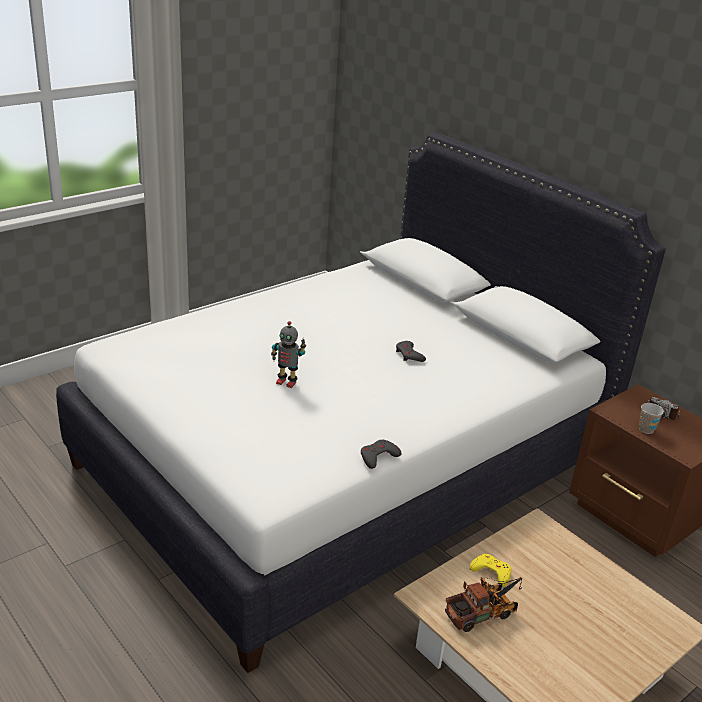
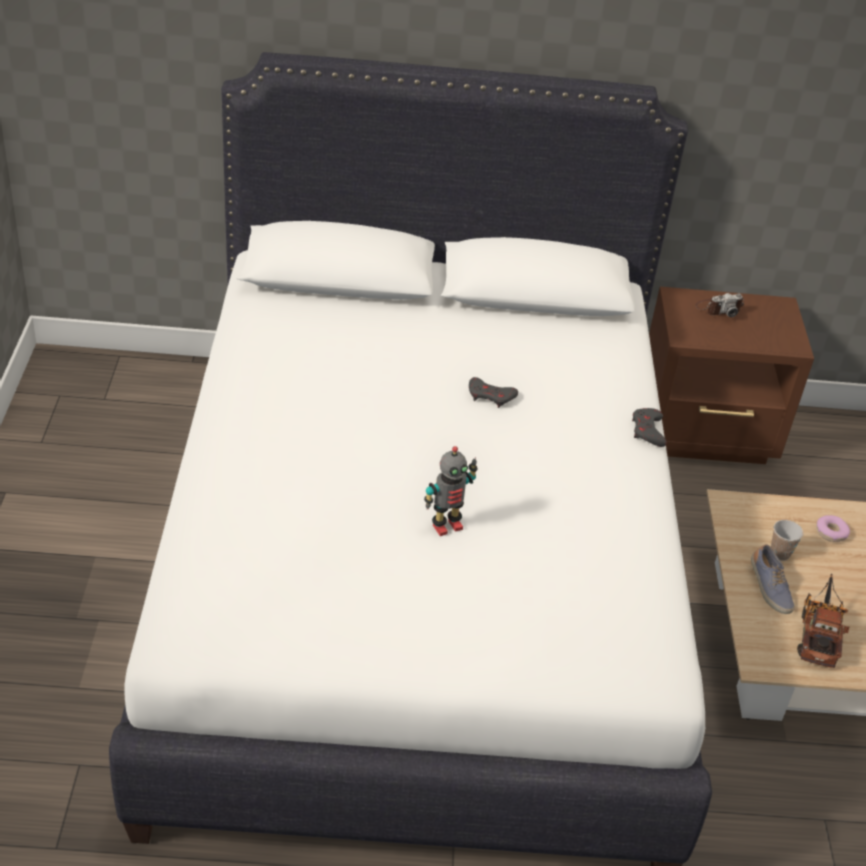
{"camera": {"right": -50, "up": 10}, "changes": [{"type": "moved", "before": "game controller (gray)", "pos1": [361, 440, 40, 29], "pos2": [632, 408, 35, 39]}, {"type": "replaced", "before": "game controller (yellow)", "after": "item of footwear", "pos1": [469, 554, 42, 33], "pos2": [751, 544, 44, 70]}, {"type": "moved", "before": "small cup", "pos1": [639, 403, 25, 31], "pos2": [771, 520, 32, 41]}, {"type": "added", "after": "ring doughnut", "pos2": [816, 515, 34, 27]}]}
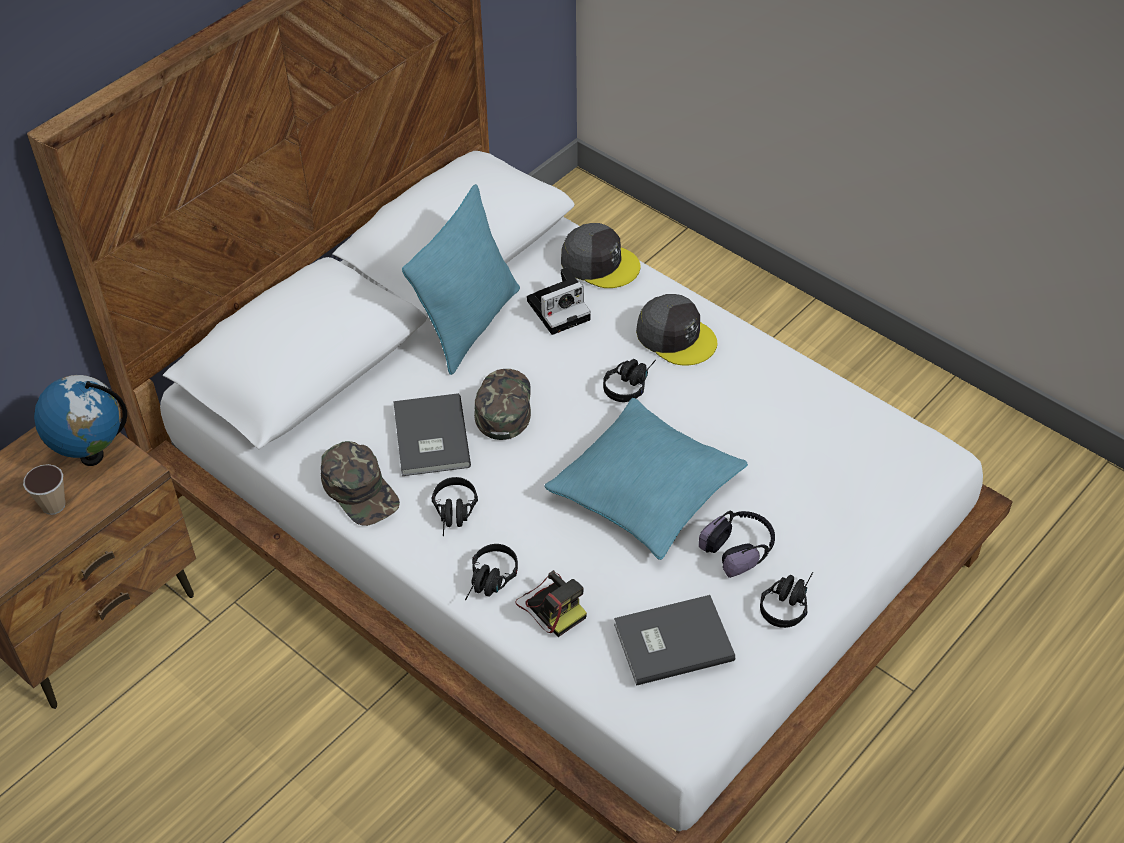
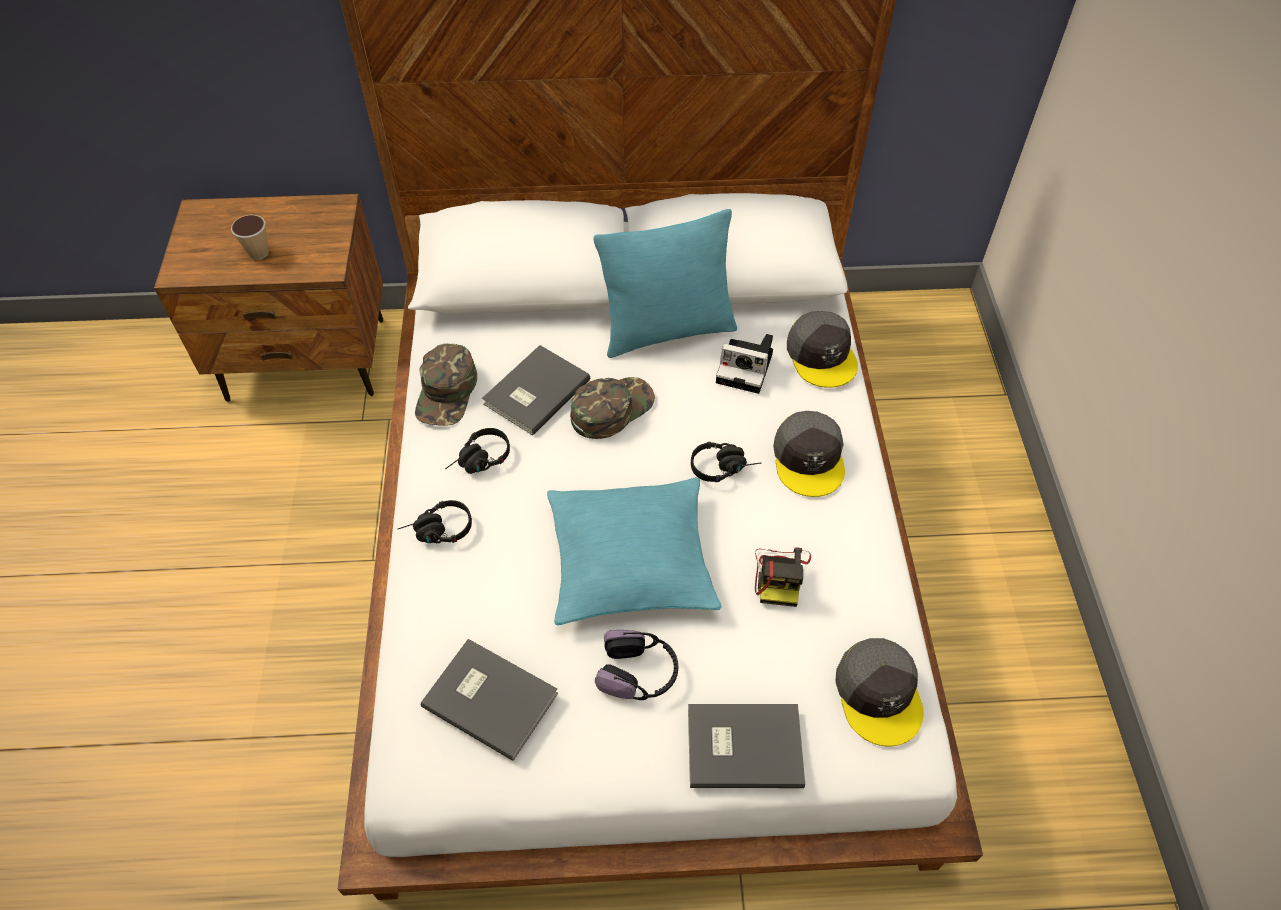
{"camera": {"right": 45, "up": 5}, "changes": [{"type": "added", "after": "volume (gray)", "pos2": [688, 704, 117, 84]}, {"type": "moved", "before": "photo camera", "pos1": [515, 570, 72, 67], "pos2": [755, 547, 56, 60]}, {"type": "added", "after": "baseball cap (gray)", "pos2": [835, 638, 89, 108]}, {"type": "removed", "before": "globe", "pos1": [34, 375, 93, 91]}, {"type": "removed", "before": "pair of headphones (black-coloured)", "pos1": [760, 572, 53, 56]}]}
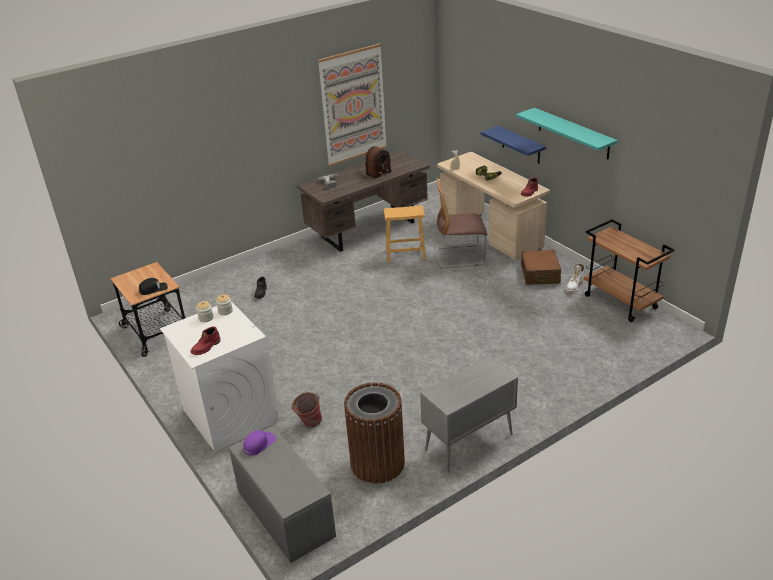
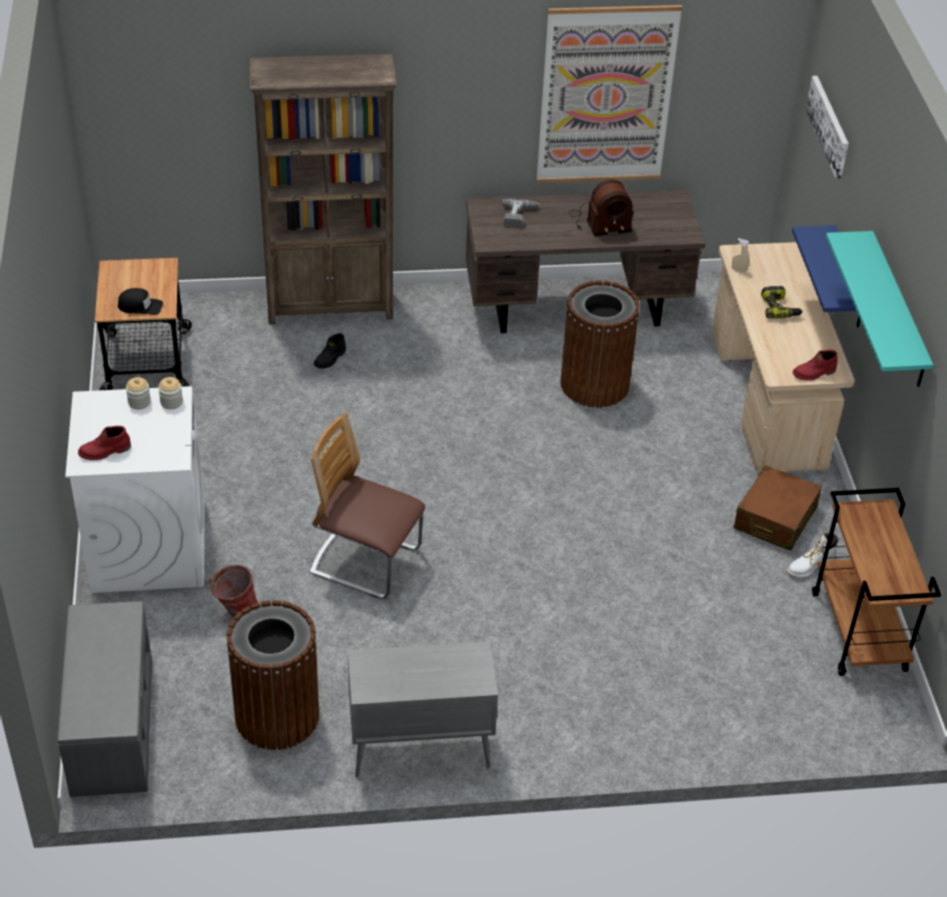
{"camera": {"right": 25, "up": 10}, "changes": [{"type": "added", "after": "bookshelf (brownish)", "pos2": [249, 54, 149, 270]}, {"type": "moved", "before": "chair", "pos1": [435, 178, 53, 91], "pos2": [310, 413, 115, 186]}, {"type": "replaced", "before": "stool (brownish)", "after": "trash can (brownish)", "pos1": [384, 205, 42, 58], "pos2": [561, 280, 79, 128]}, {"type": "added", "after": "wall picture", "pos2": [806, 76, 43, 103]}, {"type": "removed", "before": "baseball cap (purple)", "pos1": [243, 430, 33, 26]}]}
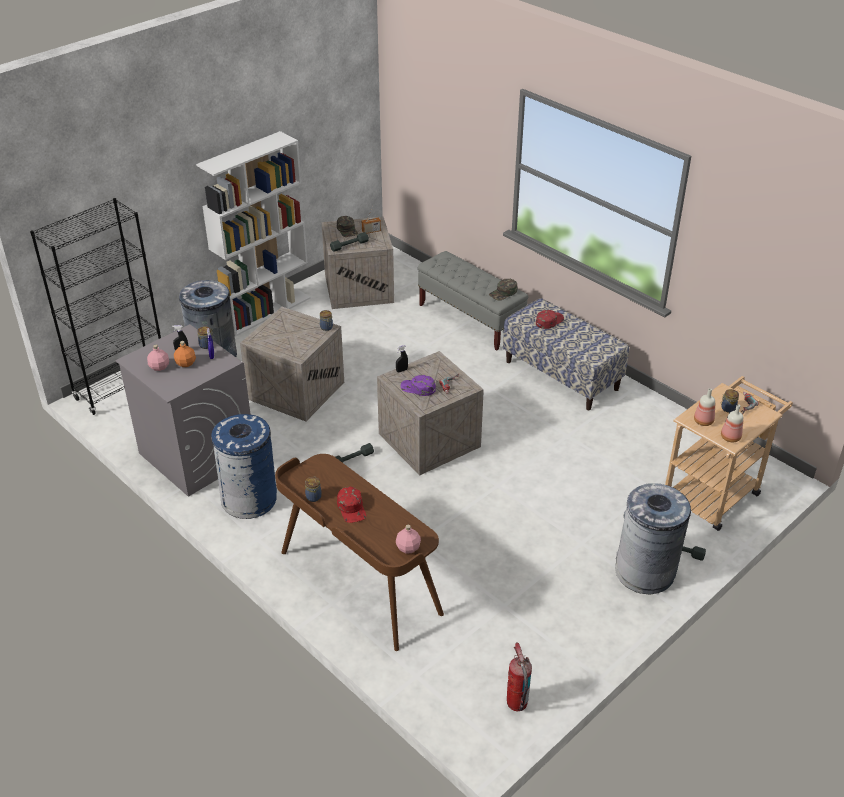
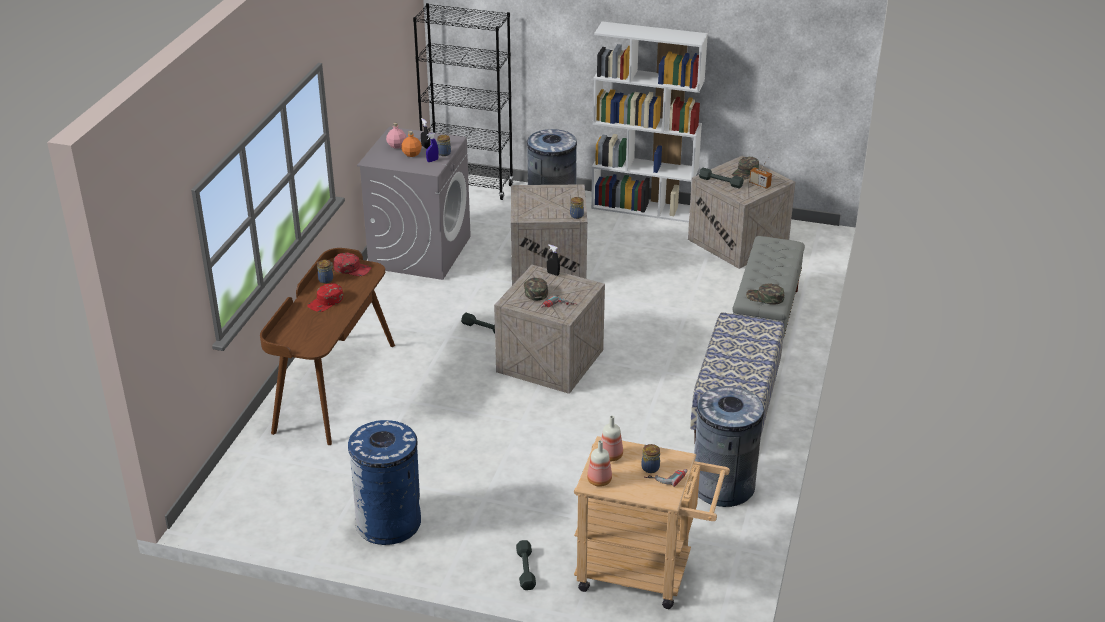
{"camera": {"right": 60, "up": -5}, "changes": [{"type": "moved", "before": "baseball cap (reddish)", "pos1": [536, 310, 28, 19], "pos2": [334, 253, 37, 23]}, {"type": "moved", "before": "trash can (blue)", "pos1": [211, 414, 66, 105], "pos2": [348, 420, 73, 125]}, {"type": "recoloured", "before": "baseball cap (purple)", "after": "baseball cap (greenish)", "pos1": [401, 375, 35, 21], "pos2": [524, 278, 24, 23]}, {"type": "moved", "before": "trash can (gray)", "pos1": [615, 483, 76, 111], "pos2": [694, 386, 70, 121]}, {"type": "removed", "before": "drink bottle (pink-coloured)", "pos1": [396, 525, 25, 29]}, {"type": "removed", "before": "extinguisher", "pos1": [507, 642, 25, 69]}]}
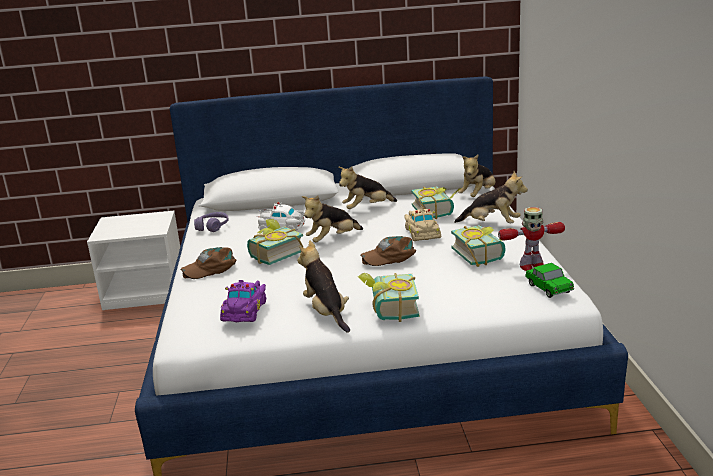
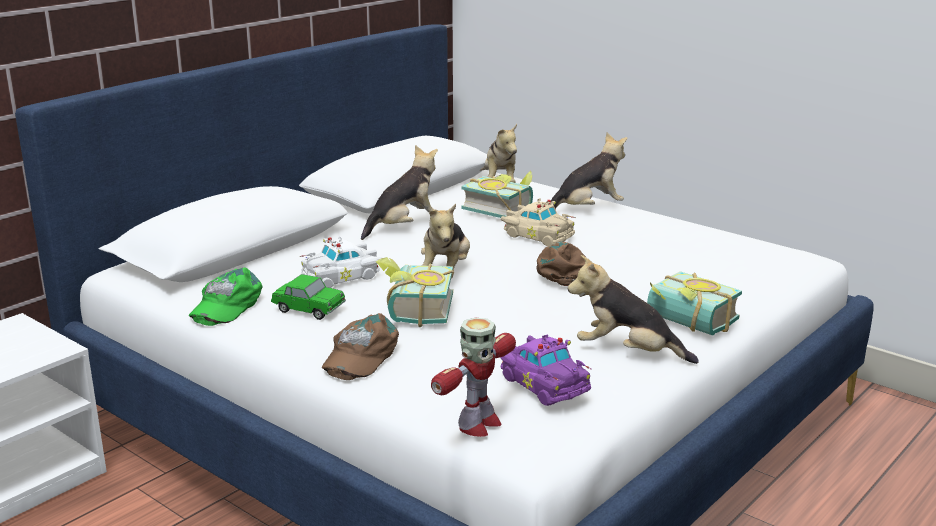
{"camera": {"right": -45, "up": 0}, "changes": [{"type": "replaced", "before": "pair of headphones (purple)", "after": "baseball cap (greenish)", "pos1": [194, 212, 35, 20], "pos2": [189, 268, 74, 58]}, {"type": "moved", "before": "toy car", "pos1": [525, 263, 49, 35], "pos2": [271, 274, 75, 46]}, {"type": "turned", "before": "soft toy", "pos1": [339, 167, 58, 42], "pos2": [361, 145, 78, 95], "turn": -150}, {"type": "moved", "before": "model robot", "pos1": [498, 207, 67, 64], "pos2": [431, 317, 85, 120]}, {"type": "turned", "before": "baseball cap (brownish)", "pos1": [360, 236, 56, 30], "pos2": [536, 242, 51, 44], "turn": 150}, {"type": "removed", "before": "volume", "pos1": [451, 225, 55, 42]}]}
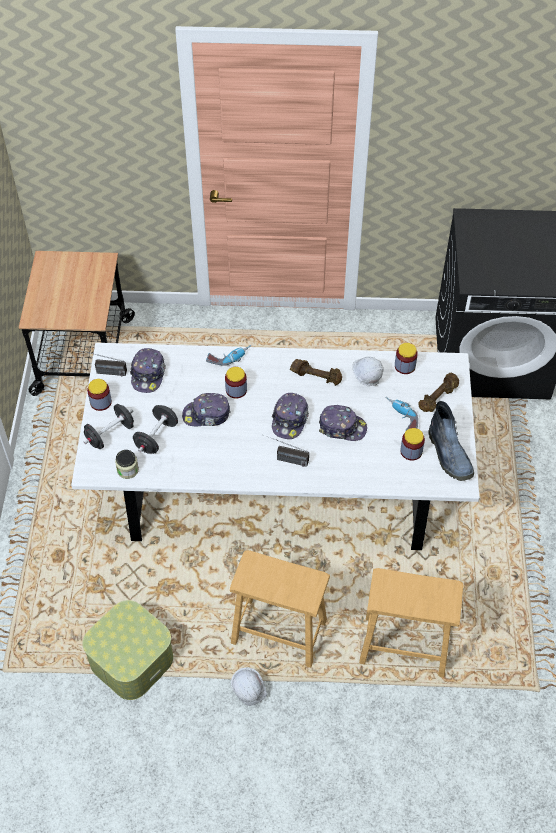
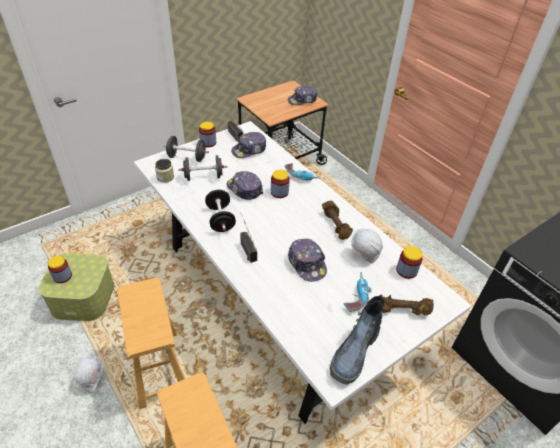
{"camera": {"right": 50, "up": -10}, "changes": [{"type": "moved", "before": "storage jar", "pos1": [400, 428, 25, 33], "pos2": [48, 256, 24, 27]}, {"type": "added", "after": "hand weight (black-coloured)", "pos2": [205, 190, 31, 42]}, {"type": "moved", "before": "baseball cap", "pos1": [272, 393, 37, 46], "pos2": [288, 85, 29, 20]}]}
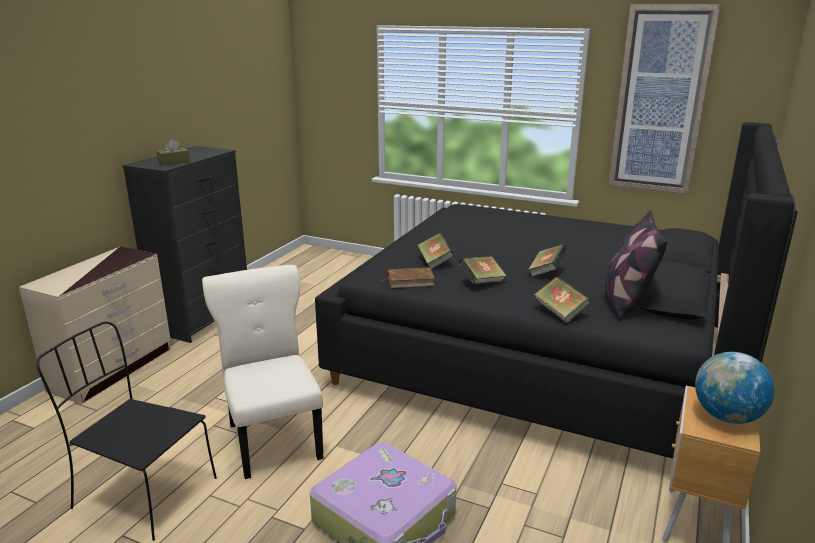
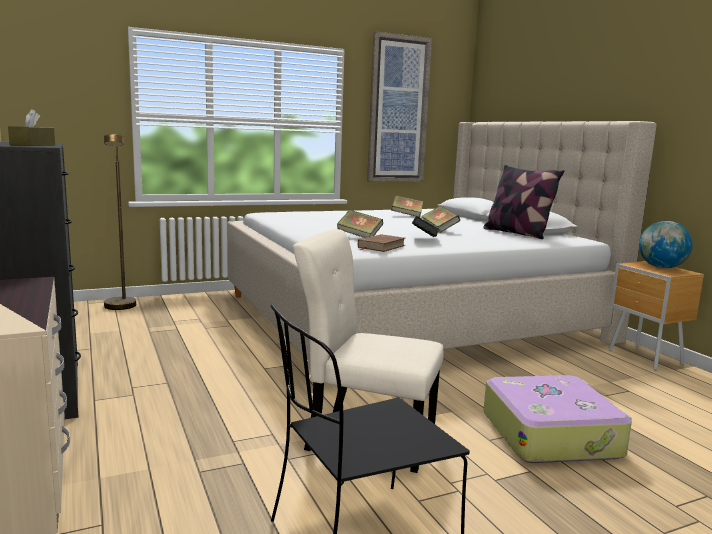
{"camera": {"right": -50, "up": -10}, "changes": [{"type": "added", "after": "standard lamp (brownish)", "pos2": [104, 134, 32, 176]}, {"type": "recoloured", "before": "sleeping bed (black-coloured)", "after": "sleeping bed (sand-coloured)", "pos1": [315, 122, 483, 337], "pos2": [227, 121, 430, 241]}, {"type": "moved", "before": "volume", "pos1": [534, 276, 57, 47], "pos2": [391, 195, 33, 22]}]}
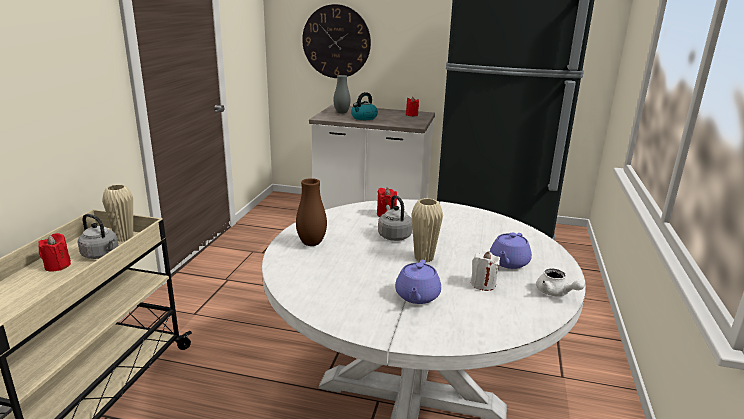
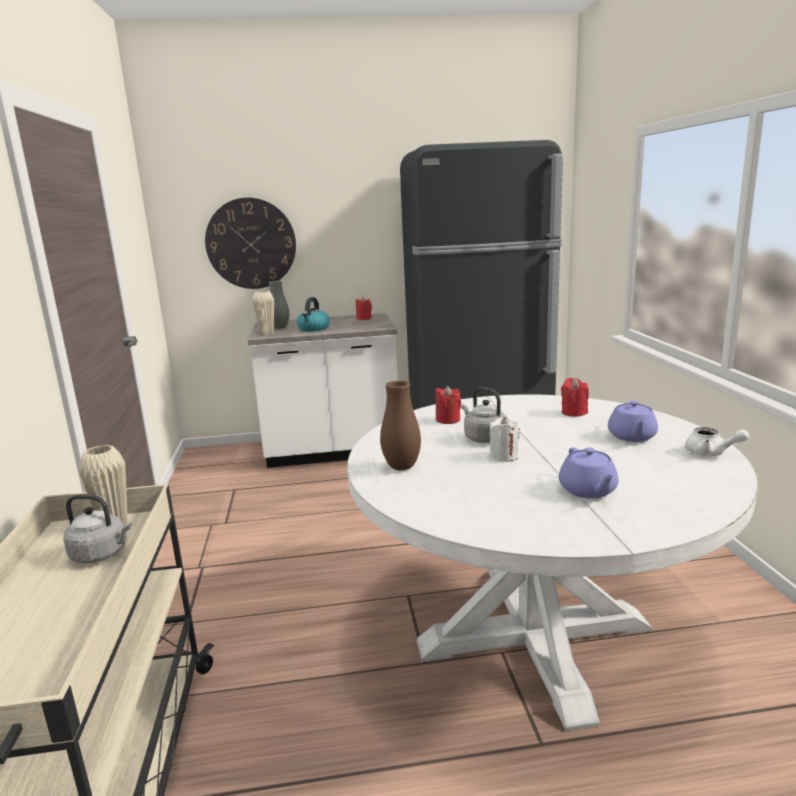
{"camera": {"right": -20, "up": -5}, "changes": [{"type": "moved", "before": "vase (sand-coloured)", "pos1": [411, 198, 32, 65], "pos2": [252, 291, 22, 44]}, {"type": "moved", "before": "wax light (whitish)", "pos1": [470, 251, 30, 40], "pos2": [489, 417, 31, 45]}, {"type": "moved", "before": "wax light (reddish)", "pos1": [38, 233, 33, 39], "pos2": [561, 378, 28, 39]}]}
